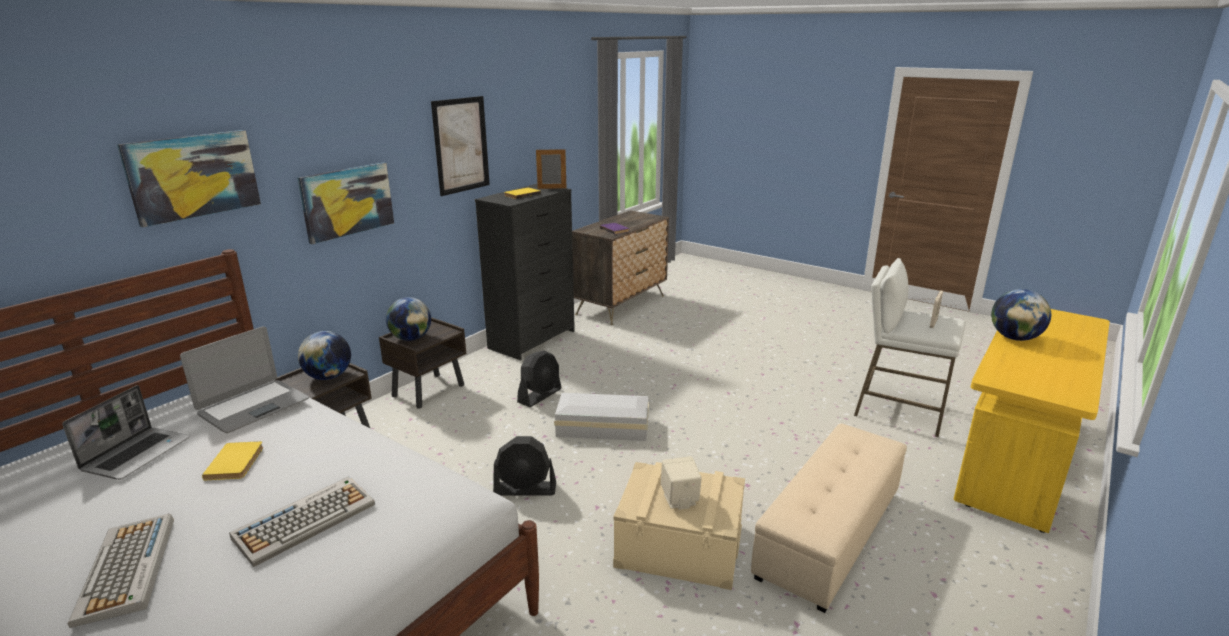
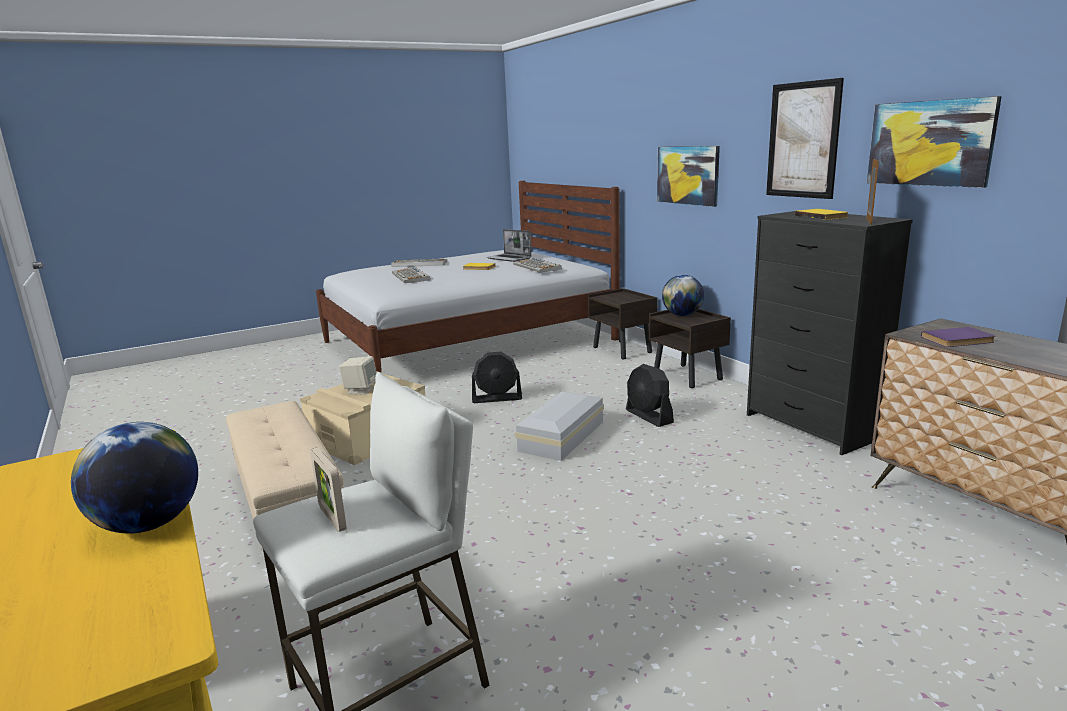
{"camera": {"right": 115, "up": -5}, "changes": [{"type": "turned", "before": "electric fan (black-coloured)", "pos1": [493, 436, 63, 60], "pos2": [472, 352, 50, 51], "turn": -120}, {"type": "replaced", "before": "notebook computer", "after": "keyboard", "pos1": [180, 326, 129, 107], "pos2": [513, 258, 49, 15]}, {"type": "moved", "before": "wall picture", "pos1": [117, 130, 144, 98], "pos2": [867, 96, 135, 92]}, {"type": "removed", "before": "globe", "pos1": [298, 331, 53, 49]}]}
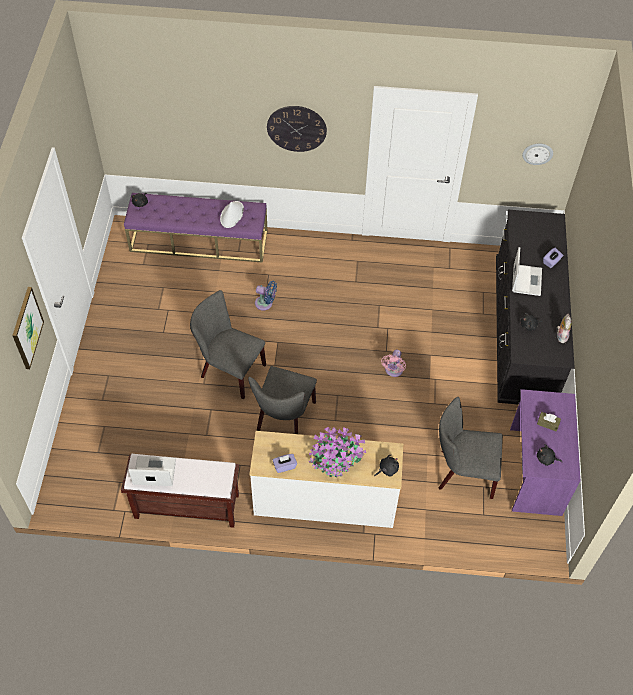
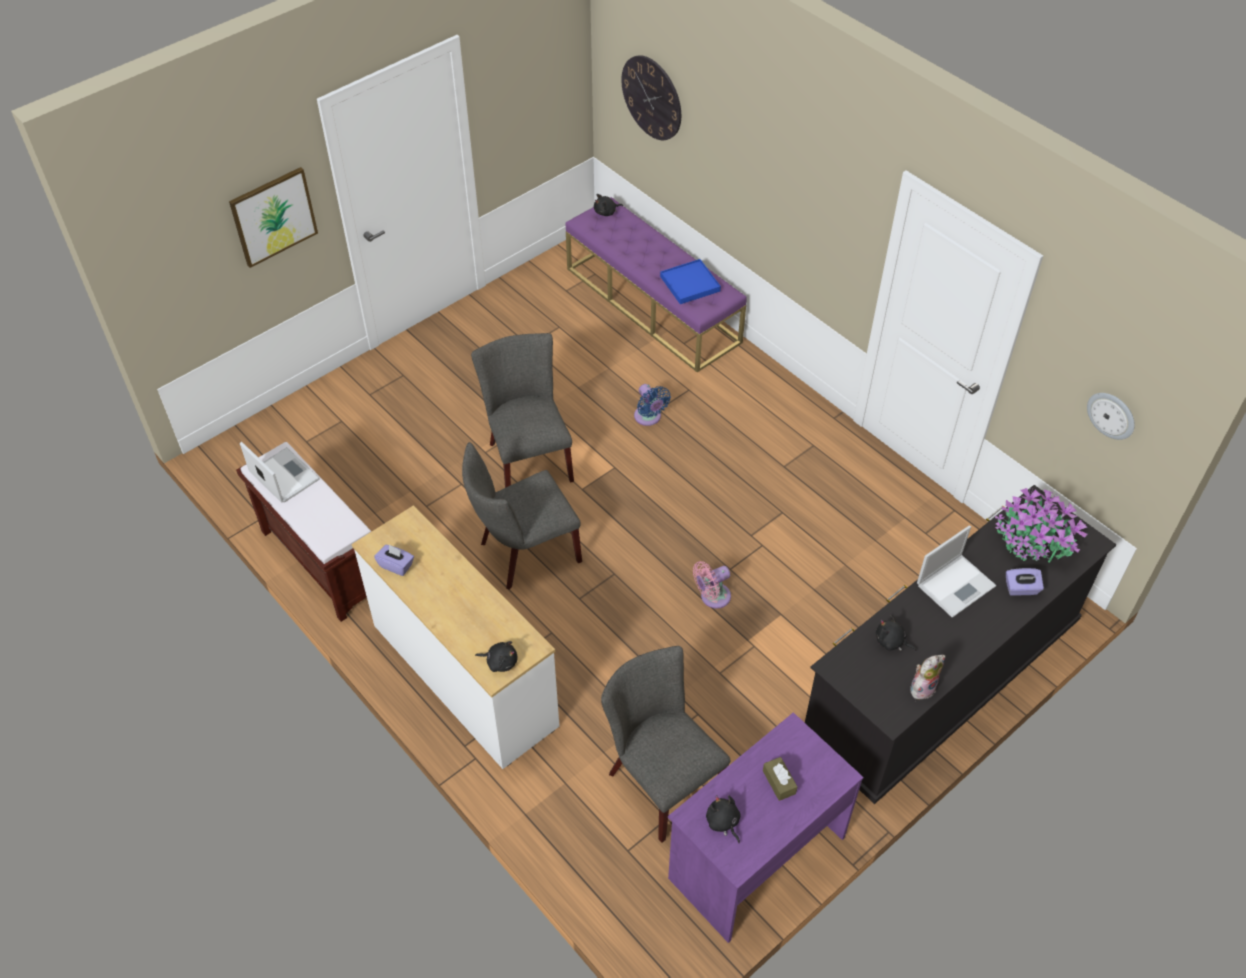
{"camera": {"right": 45, "up": -5}, "changes": [{"type": "moved", "before": "wall clock", "pos1": [267, 106, 60, 46], "pos2": [621, 55, 60, 85]}, {"type": "replaced", "before": "hat (whitish)", "after": "tray (blue)", "pos1": [220, 201, 24, 27], "pos2": [660, 259, 61, 45]}, {"type": "moved", "before": "potted plant", "pos1": [309, 427, 57, 50], "pos2": [995, 488, 92, 75]}]}
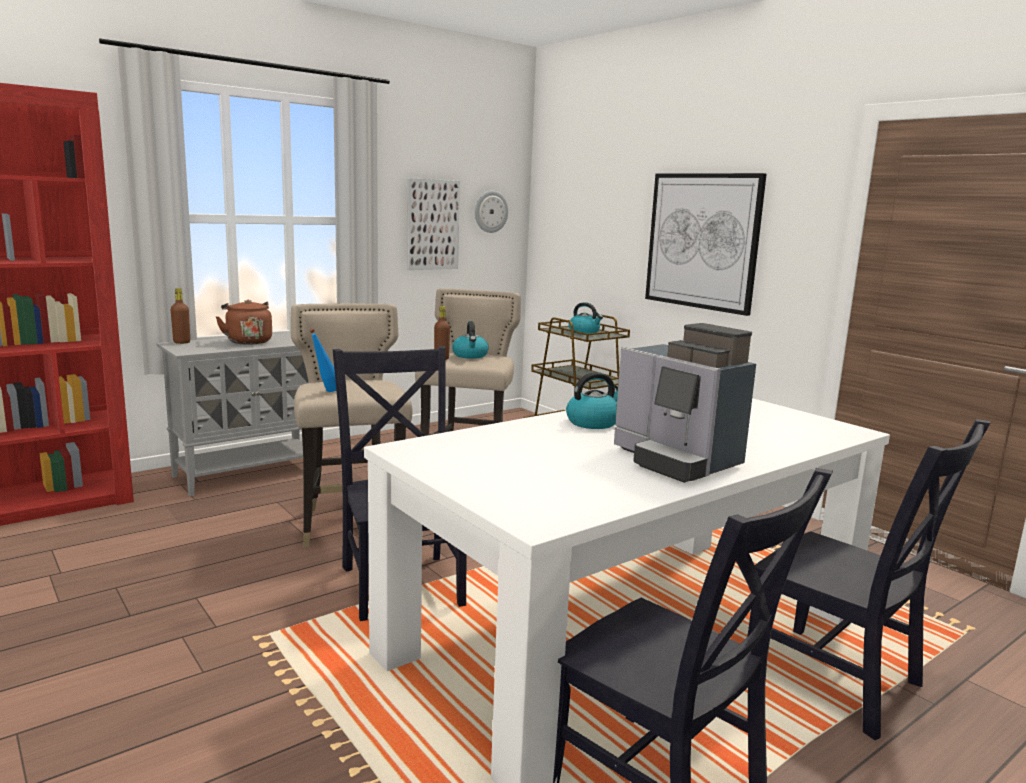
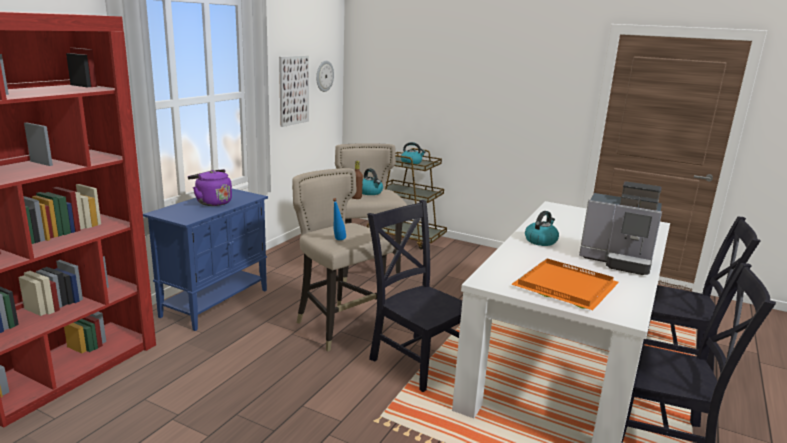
{"camera": {"right": -25, "up": 5}, "changes": [{"type": "recoloured", "before": "cabinet (gray)", "after": "cabinet (blue)", "pos1": [156, 333, 166, 164], "pos2": [143, 189, 125, 142]}, {"type": "recoloured", "before": "tea kettle (brownish)", "after": "tea kettle (purple)", "pos1": [216, 300, 56, 45], "pos2": [188, 169, 44, 37]}, {"type": "added", "after": "tray (orange-coloured)", "pos2": [511, 259, 108, 51]}, {"type": "removed", "before": "drink bottle (brownish)", "pos1": [171, 288, 19, 56]}, {"type": "removed", "before": "wall picture", "pos1": [645, 173, 122, 143]}]}
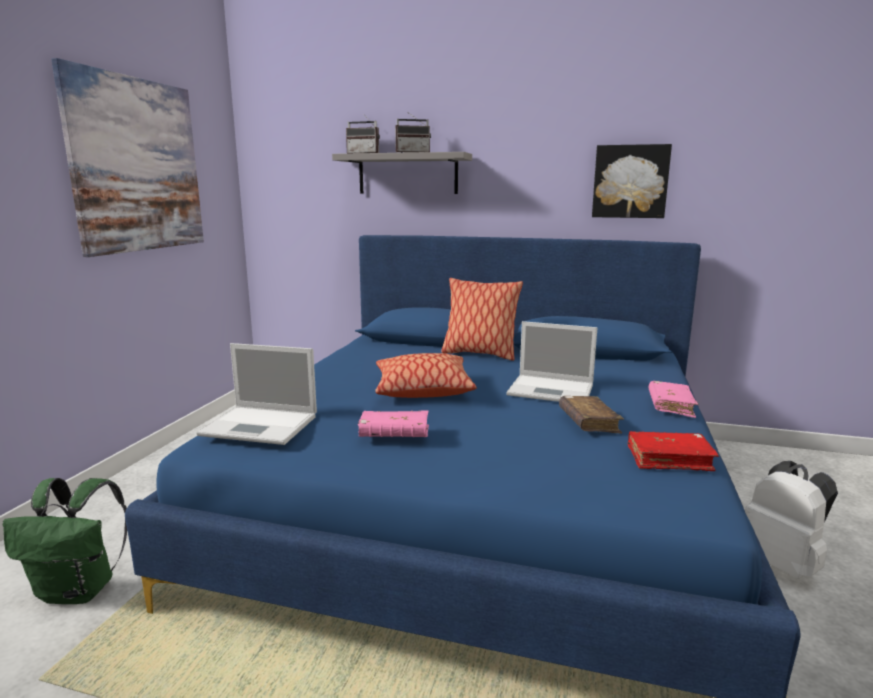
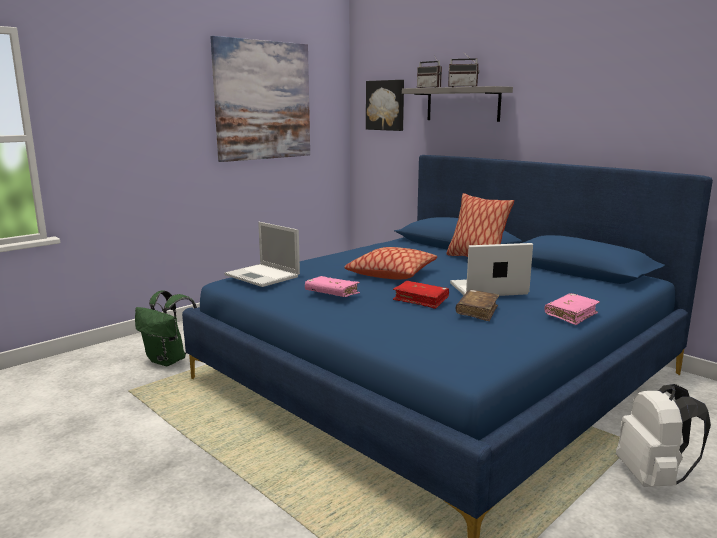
{"camera": {"right": 30, "up": 0}, "changes": [{"type": "moved", "before": "wall picture", "pos1": [592, 144, 80, 74], "pos2": [366, 80, 38, 51]}, {"type": "moved", "before": "volume (reddish)", "pos1": [628, 431, 91, 40], "pos2": [393, 281, 56, 28]}, {"type": "turned", "before": "notebook computer", "pos1": [506, 321, 91, 81], "pos2": [450, 243, 83, 53], "turn": 120}]}
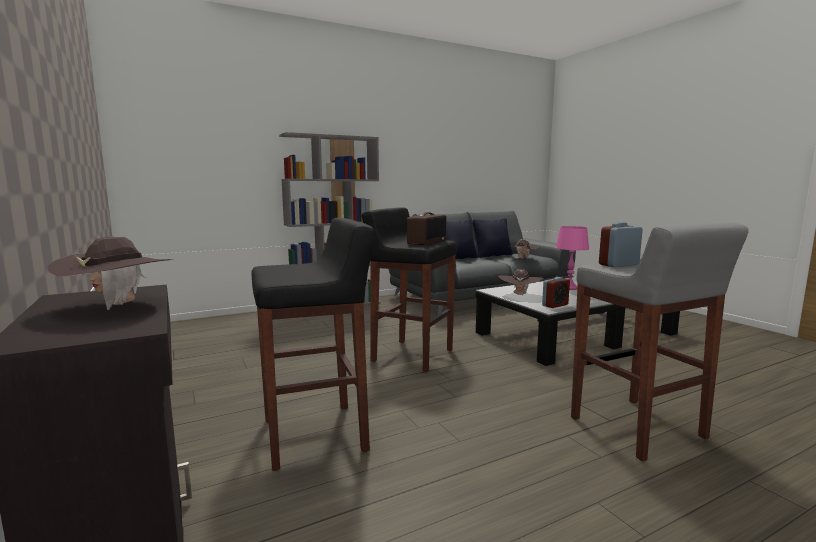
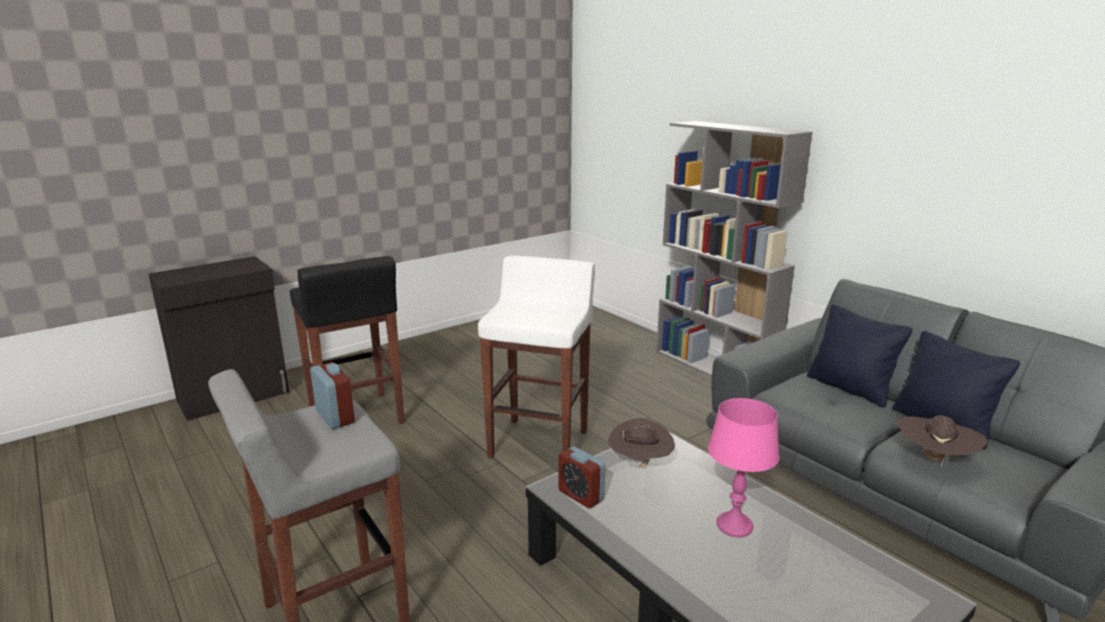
{"camera": {"right": 80, "up": 10}, "changes": [{"type": "recoloured", "before": "stool (black-coloured)", "after": "stool (whitish)", "pos1": [362, 207, 95, 165], "pos2": [478, 256, 117, 202]}, {"type": "removed", "before": "hat (brownish)", "pos1": [47, 236, 127, 74]}, {"type": "removed", "before": "radio set", "pos1": [407, 212, 39, 33]}]}
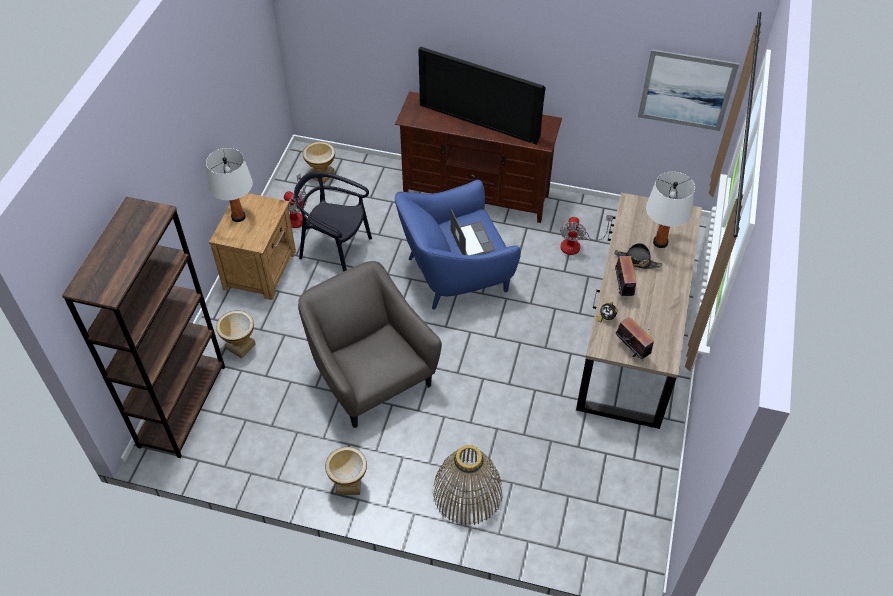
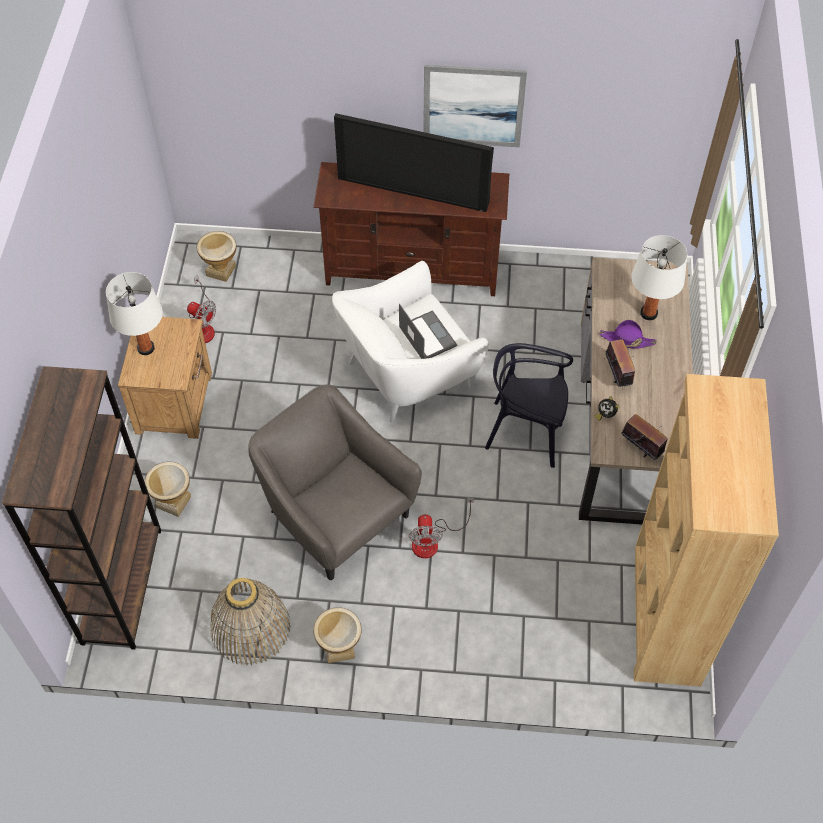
{"camera": {"right": -10, "up": 5}, "changes": [{"type": "moved", "before": "household basket", "pos1": [433, 445, 69, 80], "pos2": [210, 578, 81, 87]}, {"type": "recoloured", "before": "lounge chair (blue)", "after": "lounge chair (whitish)", "pos1": [395, 180, 126, 130], "pos2": [332, 261, 157, 162]}, {"type": "moved", "before": "electric fan", "pos1": [560, 215, 52, 40], "pos2": [408, 497, 66, 61]}, {"type": "moved", "before": "wall picture", "pos1": [638, 49, 101, 82], "pos2": [423, 65, 104, 82]}, {"type": "moved", "before": "chair (black-coloured)", "pos1": [294, 171, 78, 101], "pos2": [485, 343, 88, 125]}, {"type": "recoloured", "before": "hat (black-coloured)", "after": "hat (purple)", "pos1": [614, 243, 48, 26], "pos2": [600, 320, 57, 29]}, {"type": "added", "after": "bookshelf (brownish)", "pos2": [634, 374, 145, 313]}]}
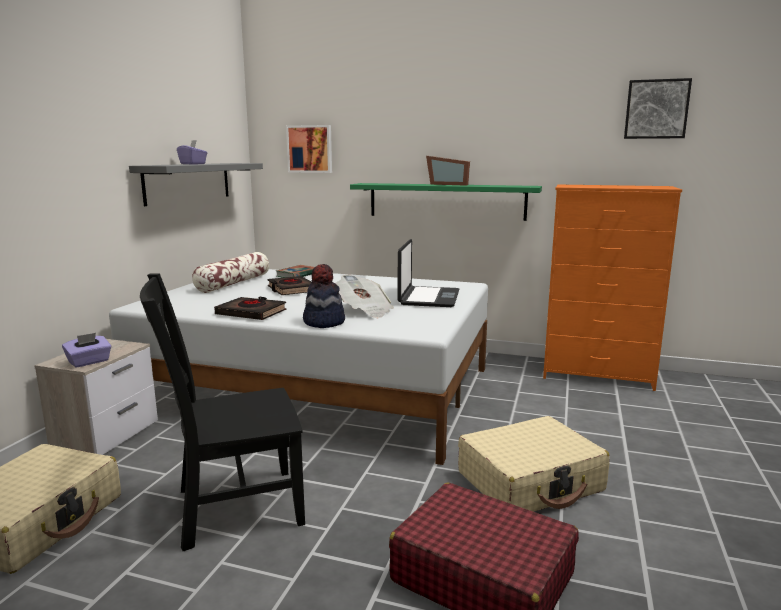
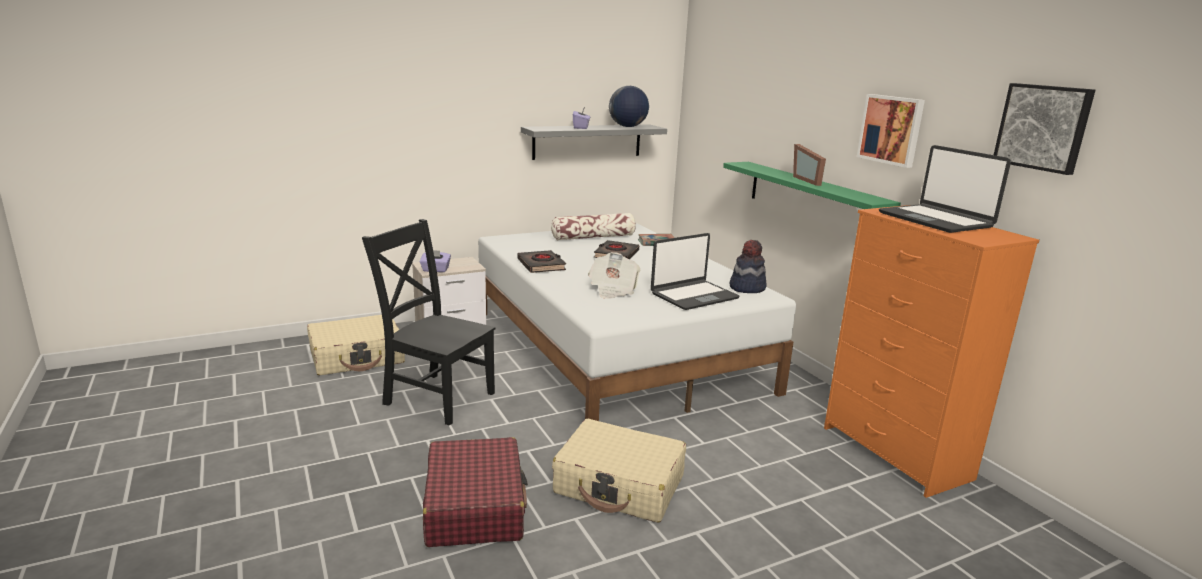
{"camera": {"right": 45, "up": 5}, "changes": [{"type": "added", "after": "globe", "pos2": [609, 86, 40, 41]}, {"type": "moved", "before": "hat", "pos1": [303, 264, 42, 64], "pos2": [730, 240, 36, 53]}, {"type": "moved", "before": "wall picture", "pos1": [286, 125, 46, 48], "pos2": [857, 94, 68, 74]}, {"type": "added", "after": "notebook computer", "pos2": [879, 145, 132, 88]}]}
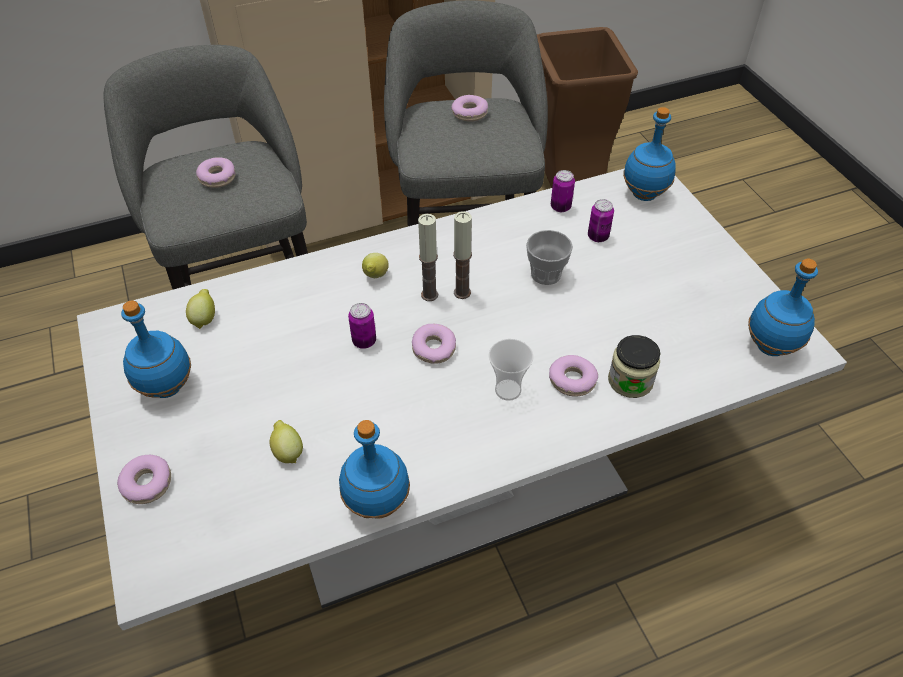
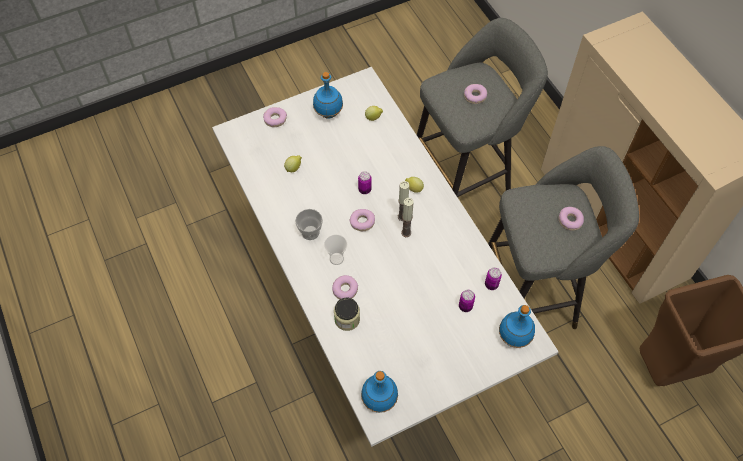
{"camera": {"right": 85, "up": 10}, "changes": [{"type": "moved", "before": "small cup", "pos1": [526, 230, 47, 55], "pos2": [295, 209, 28, 31]}, {"type": "removed", "before": "drink bottle (blue)", "pos1": [339, 420, 71, 99]}]}
